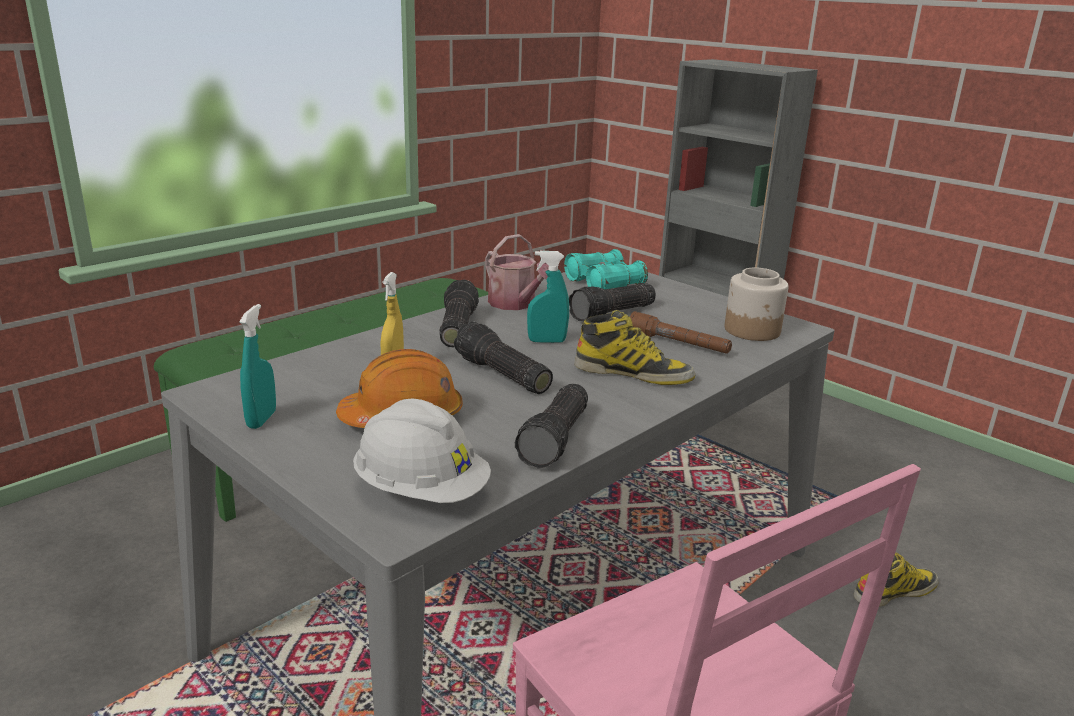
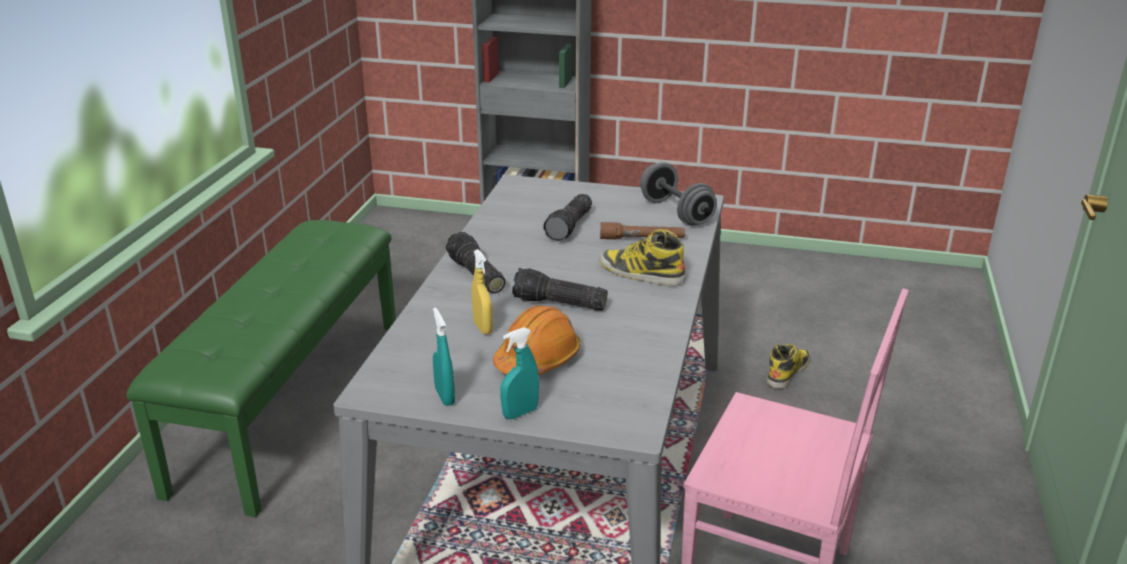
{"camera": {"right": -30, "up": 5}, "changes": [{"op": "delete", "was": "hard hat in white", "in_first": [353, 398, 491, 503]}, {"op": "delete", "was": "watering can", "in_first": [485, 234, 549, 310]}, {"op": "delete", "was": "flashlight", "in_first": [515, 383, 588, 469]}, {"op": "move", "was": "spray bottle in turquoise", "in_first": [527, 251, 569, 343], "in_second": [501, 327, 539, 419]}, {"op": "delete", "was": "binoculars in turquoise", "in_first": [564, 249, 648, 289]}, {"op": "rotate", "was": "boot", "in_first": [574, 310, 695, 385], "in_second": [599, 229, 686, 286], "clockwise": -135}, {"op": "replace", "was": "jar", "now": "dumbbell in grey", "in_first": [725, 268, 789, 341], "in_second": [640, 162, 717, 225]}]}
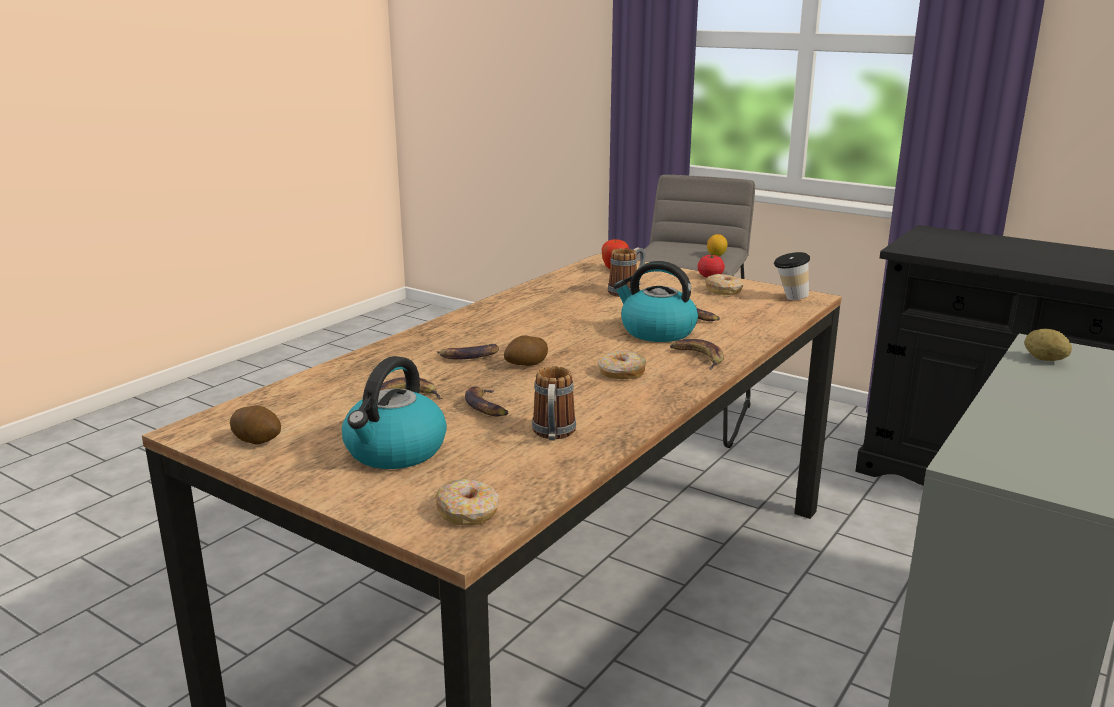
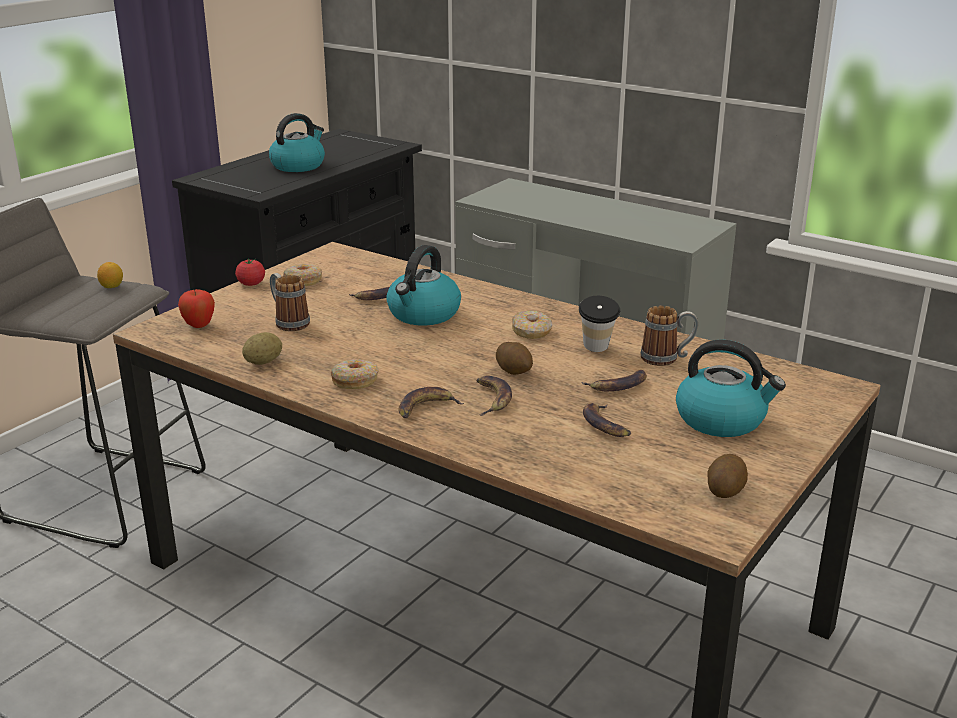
{"camera": {"right": -90, "up": 5}, "changes": [{"op": "move", "was": "donut", "in_first": [435, 479, 499, 525], "in_second": [331, 359, 379, 389]}, {"op": "move", "was": "banana", "in_first": [670, 339, 724, 370], "in_second": [399, 387, 464, 418]}, {"op": "move", "was": "cup", "in_first": [774, 252, 810, 300], "in_second": [579, 296, 620, 352]}, {"op": "move", "was": "potato", "in_first": [1024, 329, 1072, 361], "in_second": [242, 332, 282, 365]}, {"op": "insert", "now": "kettle", "in_second": [269, 113, 325, 172]}]}
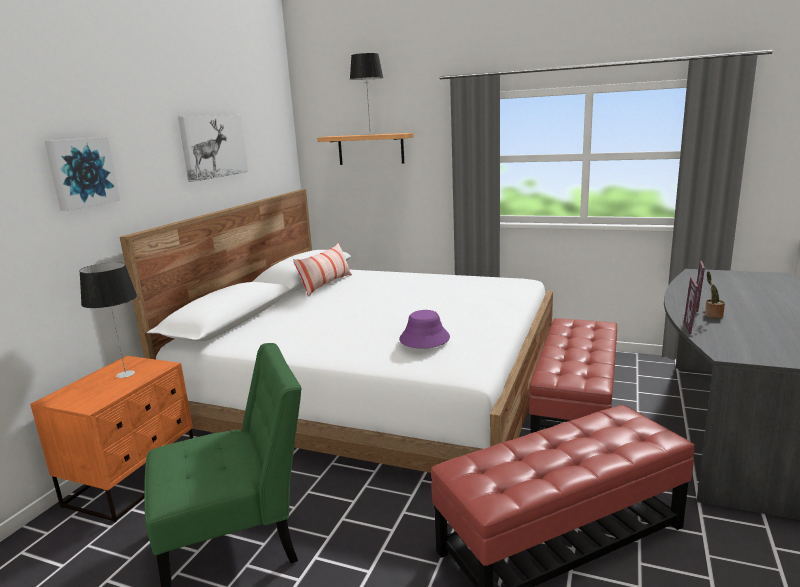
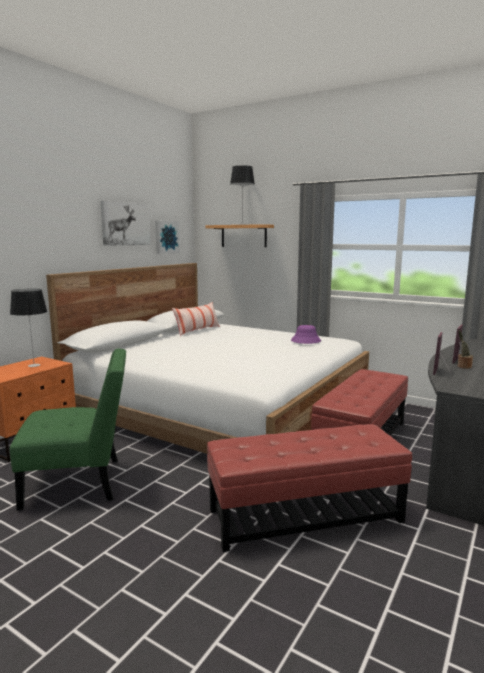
{"camera": {"right": 10, "up": -5}, "changes": [{"op": "move", "was": "picture", "in_first": [44, 137, 120, 211], "in_second": [155, 221, 180, 254]}, {"op": "move", "was": "hat in purple", "in_first": [399, 310, 450, 349], "in_second": [291, 325, 321, 344]}]}
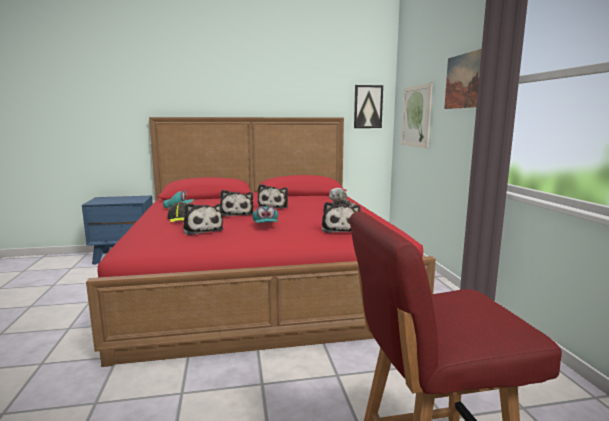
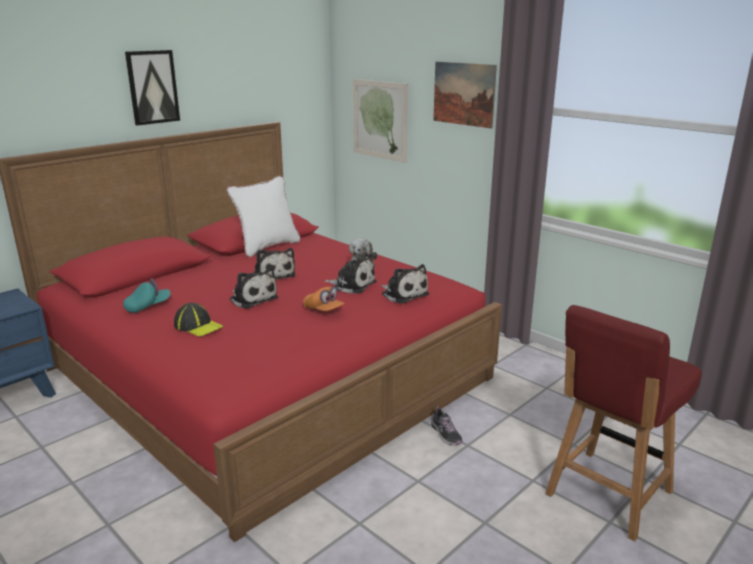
{"camera": {"right": -35, "up": 10}, "changes": [{"op": "move", "was": "plush toy", "in_first": [183, 203, 223, 235], "in_second": [324, 254, 377, 293]}, {"op": "recolor", "was": "cap in turquoise", "now": "cap in orange", "in_first": [252, 206, 278, 223], "in_second": [303, 286, 345, 311]}, {"op": "move", "was": "picture", "in_first": [354, 85, 383, 128], "in_second": [125, 50, 180, 126]}, {"op": "insert", "now": "pillow in white", "in_second": [227, 176, 300, 257]}, {"op": "insert", "now": "shoe", "in_second": [431, 406, 463, 445]}]}
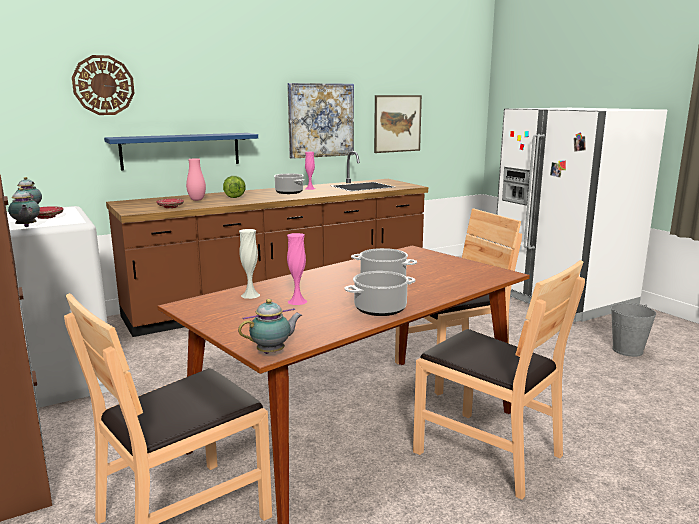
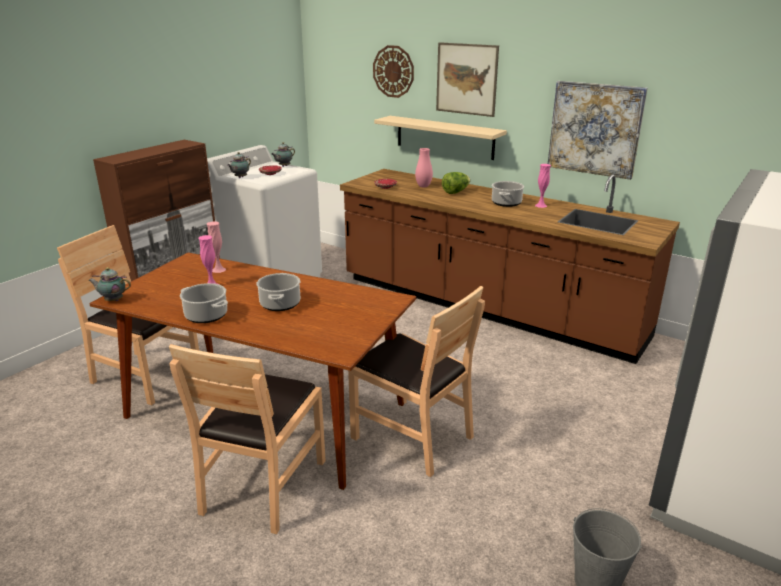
{"camera": {"right": 65, "up": 10}, "changes": [{"op": "recolor", "was": "shelf in blue", "now": "shelf in beige", "in_first": [104, 133, 258, 170], "in_second": [374, 116, 507, 160]}, {"op": "rotate", "was": "teapot", "in_first": [238, 299, 302, 354], "in_second": [88, 267, 131, 301], "clockwise": 150}, {"op": "recolor", "was": "vase in white", "now": "vase in pink", "in_first": [239, 229, 260, 299], "in_second": [207, 221, 226, 273]}, {"op": "move", "was": "picture", "in_first": [374, 95, 422, 153], "in_second": [436, 42, 499, 117]}]}
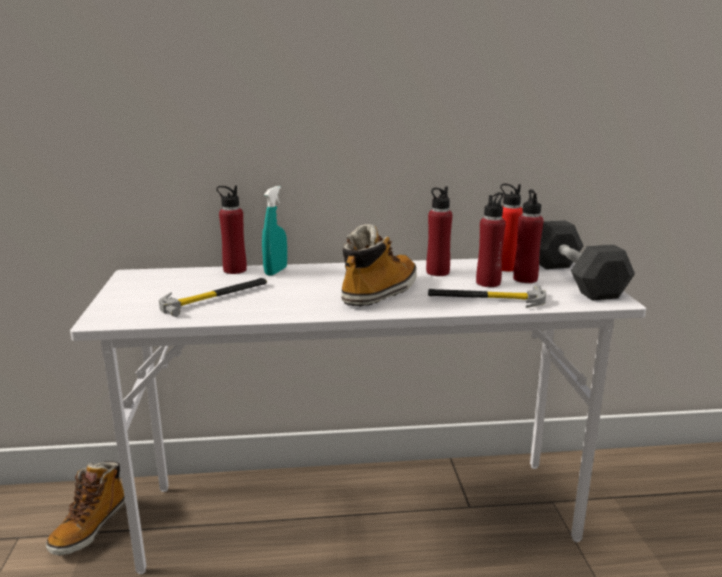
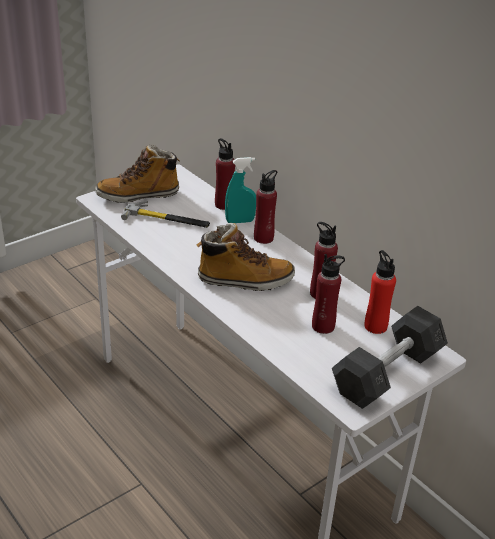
{"camera": {"right": 55, "up": 15}, "changes": [{"op": "move", "was": "boot", "in_first": [46, 461, 125, 556], "in_second": [95, 144, 181, 203]}, {"op": "delete", "was": "hammer", "in_first": [428, 285, 546, 308]}, {"op": "move", "was": "bottle in red", "in_first": [513, 189, 544, 283], "in_second": [254, 170, 277, 244]}]}
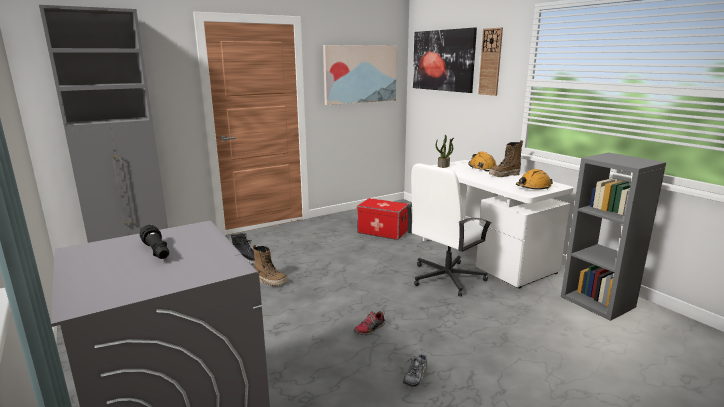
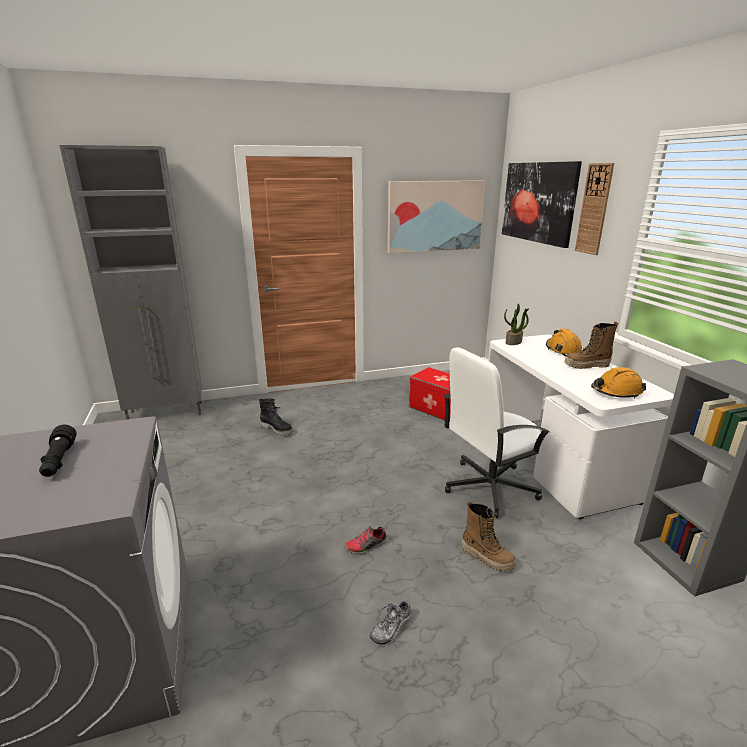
{"camera": {"right": 15, "up": 5}, "changes": [{"op": "move", "was": "boot", "in_first": [253, 245, 287, 286], "in_second": [462, 501, 516, 572]}]}
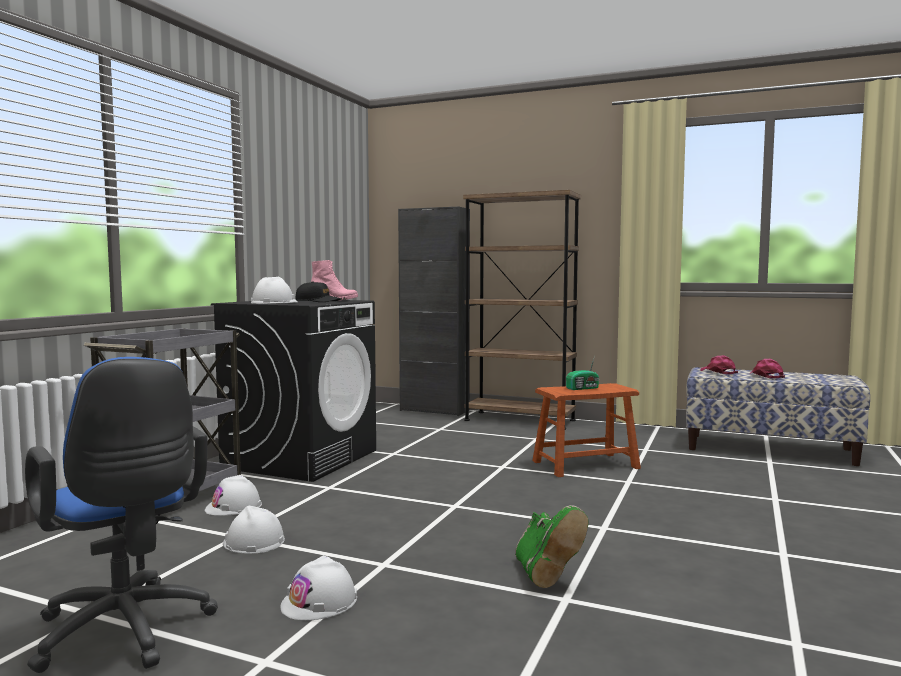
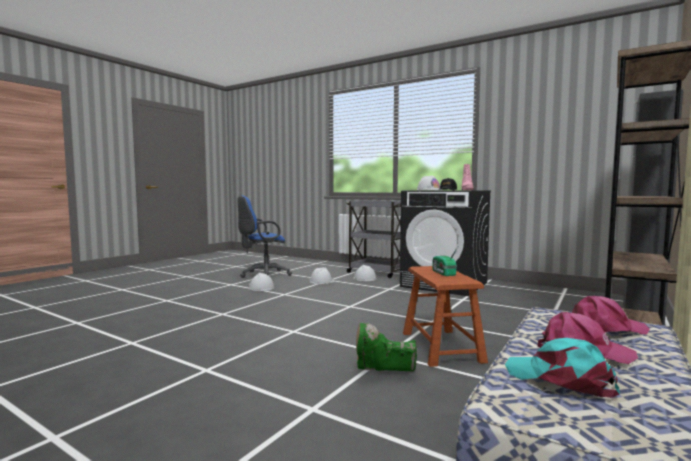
{"camera": {"right": 100, "up": 0}, "changes": [{"op": "move", "was": "boot in green", "in_first": [515, 505, 588, 588], "in_second": [356, 323, 417, 372]}, {"op": "insert", "now": "cap in turquoise", "in_second": [505, 338, 620, 398]}]}
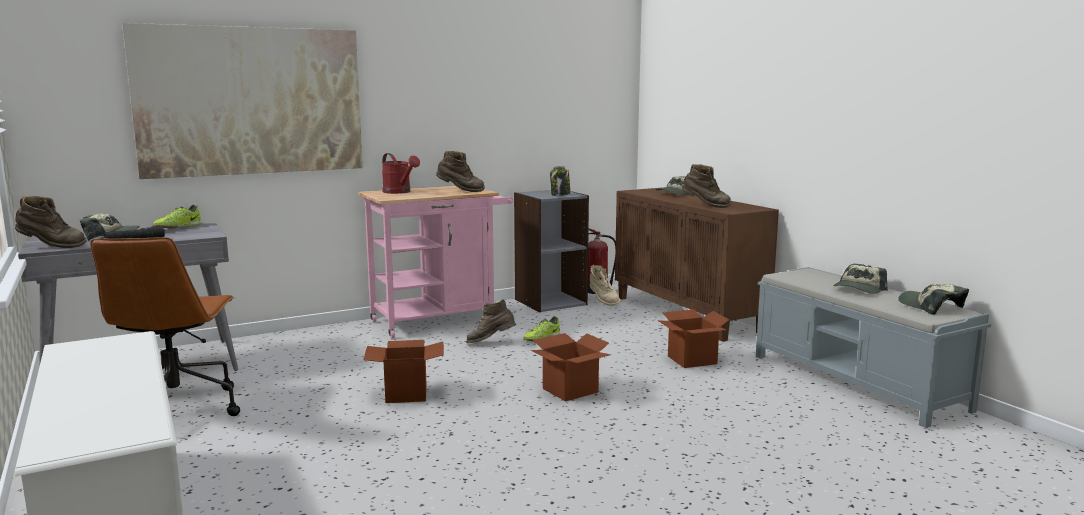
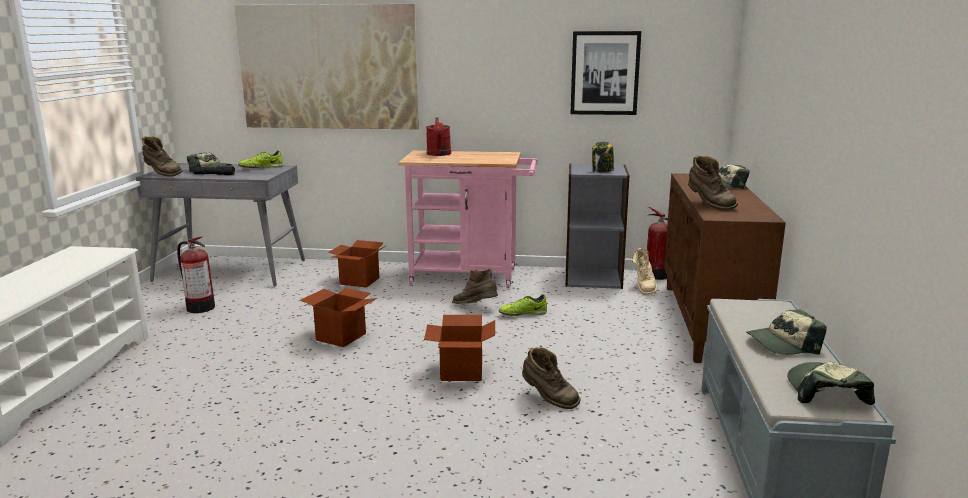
{"camera": {"right": 35, "up": 5}, "changes": [{"op": "replace", "was": "office chair in brown", "now": "fire extinguisher", "in_first": [90, 237, 240, 416], "in_second": [177, 236, 215, 313]}, {"op": "move", "was": "boot in brown", "in_first": [436, 151, 485, 192], "in_second": [522, 347, 580, 409]}, {"op": "move", "was": "cardboard box", "in_first": [657, 309, 730, 368], "in_second": [328, 240, 385, 288]}, {"op": "insert", "now": "picture", "in_second": [570, 31, 641, 115]}]}
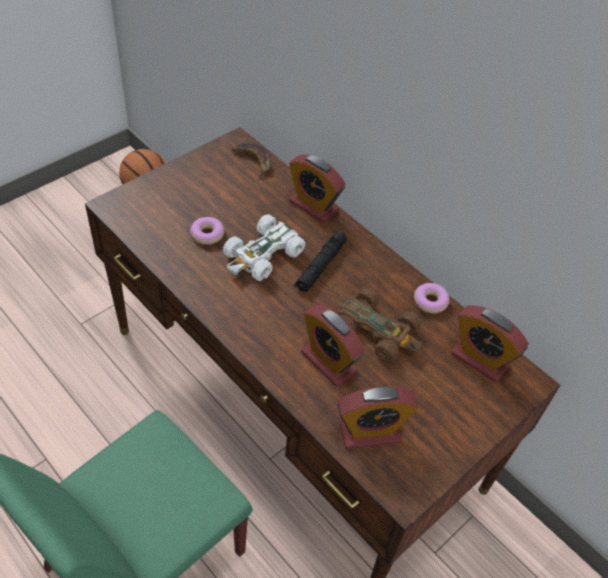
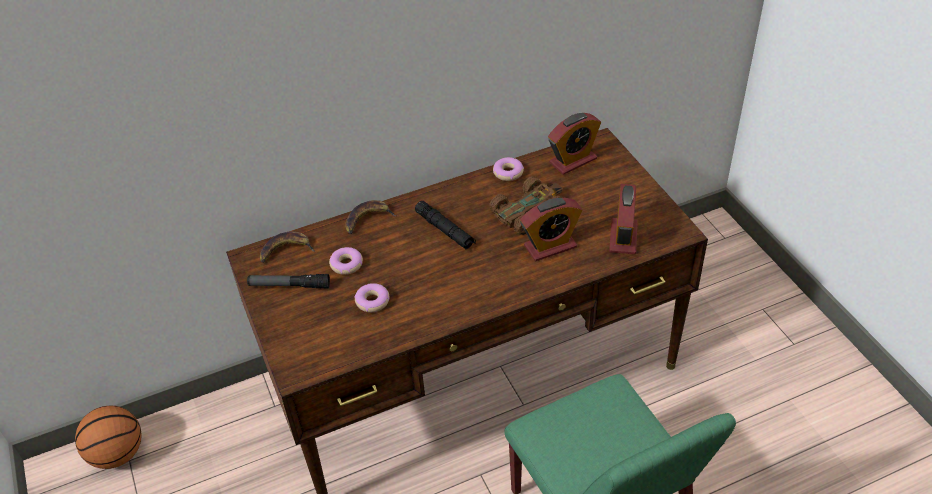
{"camera": {"right": -65, "up": -5}, "changes": [{"op": "delete", "was": "toy car in white", "in_first": [223, 215, 305, 281]}, {"op": "replace", "was": "alarm clock", "now": "banana", "in_first": [289, 155, 346, 223], "in_second": [345, 200, 397, 234]}, {"op": "insert", "now": "flashlight", "in_second": [247, 274, 330, 288]}, {"op": "insert", "now": "donut", "in_second": [329, 247, 363, 275]}]}
